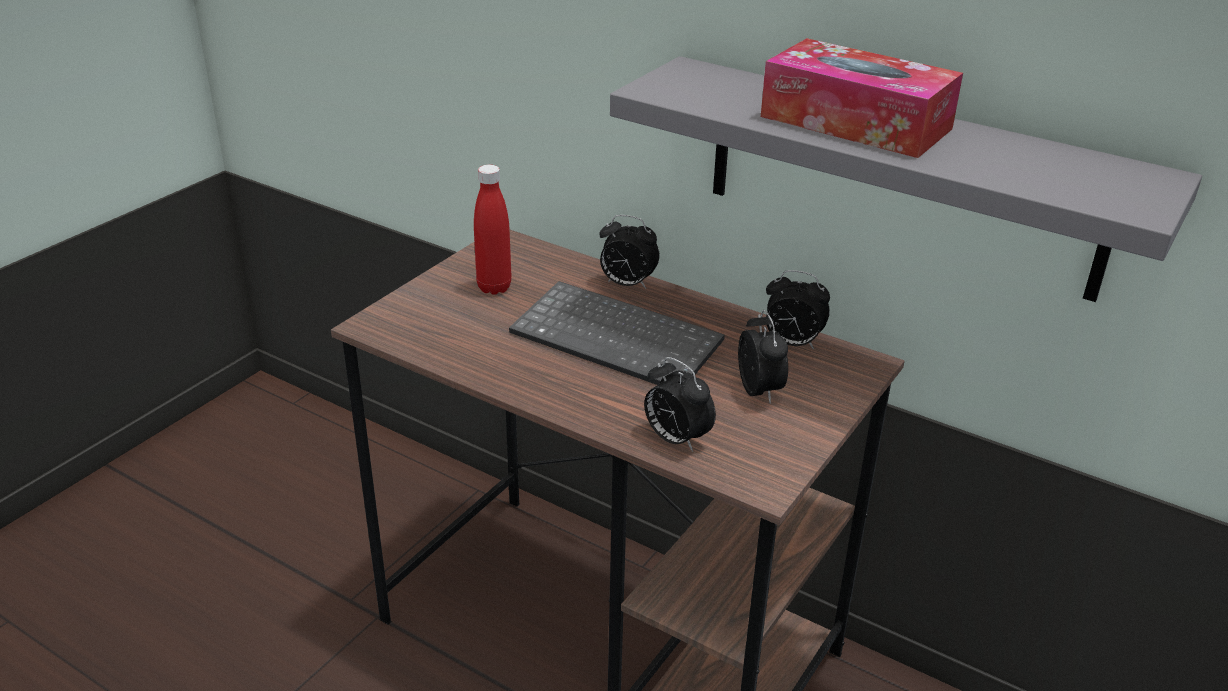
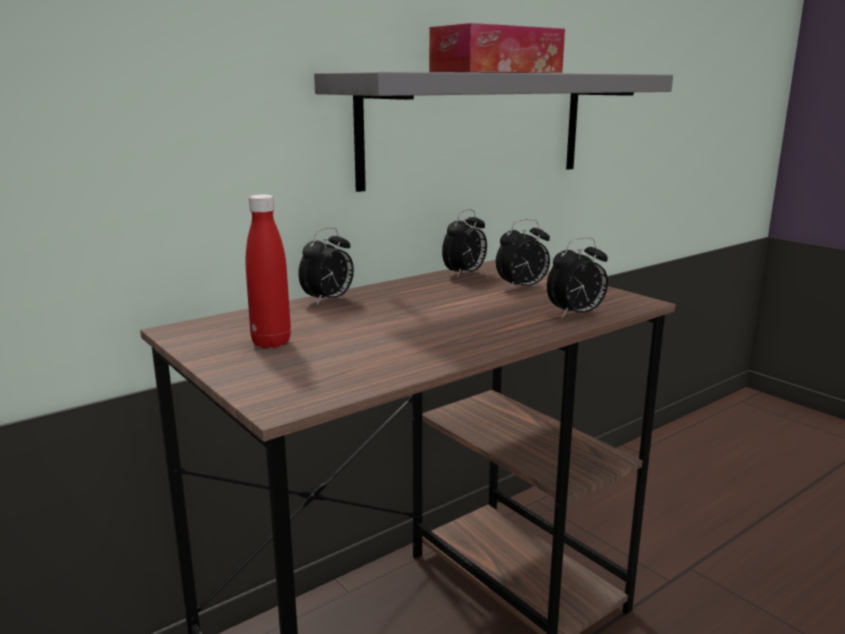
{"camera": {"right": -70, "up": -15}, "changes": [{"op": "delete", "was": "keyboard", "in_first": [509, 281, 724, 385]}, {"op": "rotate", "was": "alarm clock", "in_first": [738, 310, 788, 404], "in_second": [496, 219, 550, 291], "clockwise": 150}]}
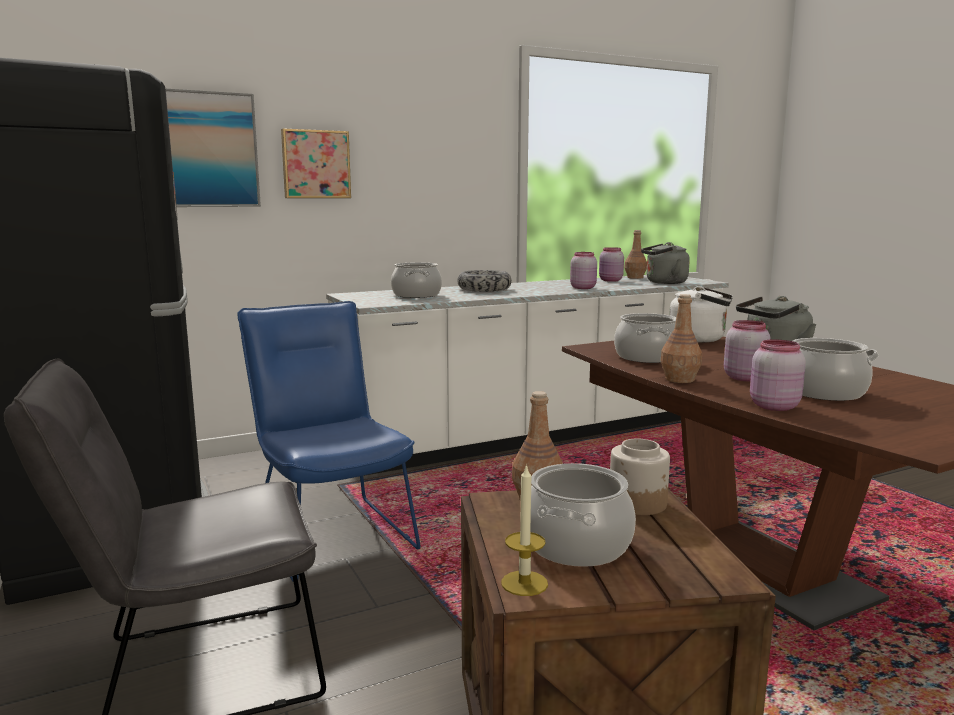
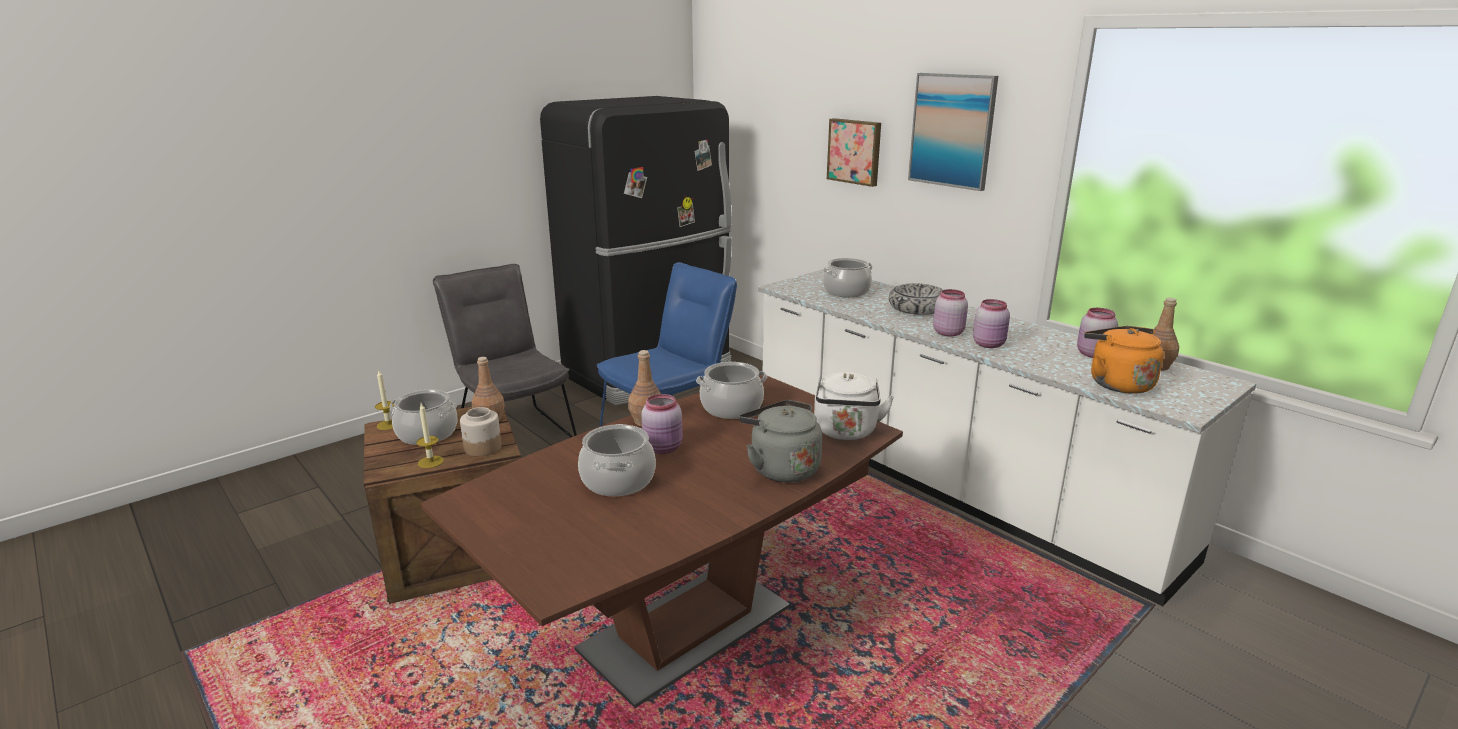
{"camera": {"right": 75, "up": 10}, "changes": [{"op": "move", "was": "picture", "in_first": [165, 88, 261, 207], "in_second": [908, 73, 998, 191]}, {"op": "recolor", "was": "kettle in grey", "now": "kettle in orange", "in_first": [641, 242, 690, 284], "in_second": [1084, 326, 1164, 394]}, {"op": "move", "was": "jar in pink", "in_first": [750, 339, 806, 411], "in_second": [933, 289, 968, 336]}, {"op": "insert", "now": "candle", "in_second": [416, 403, 444, 468]}]}
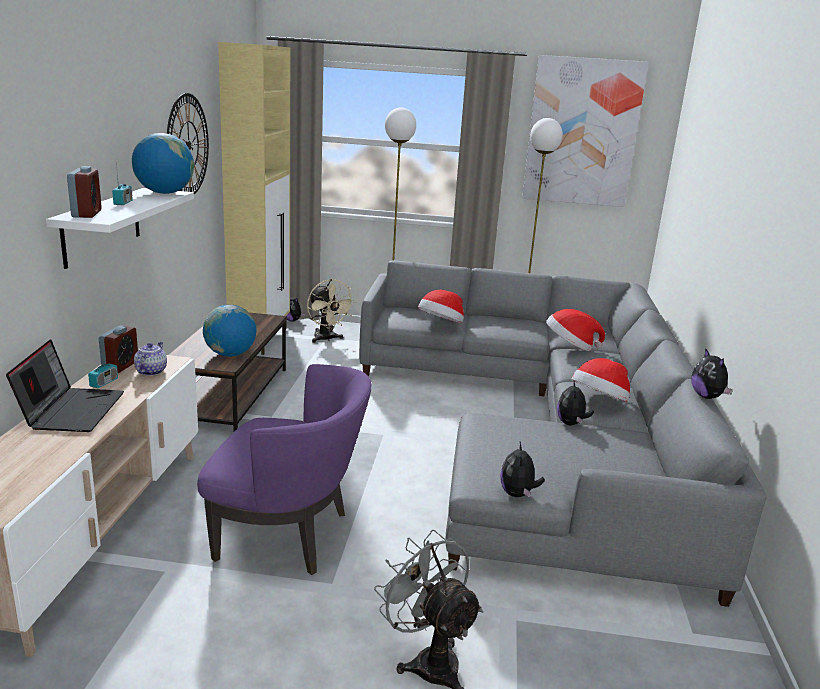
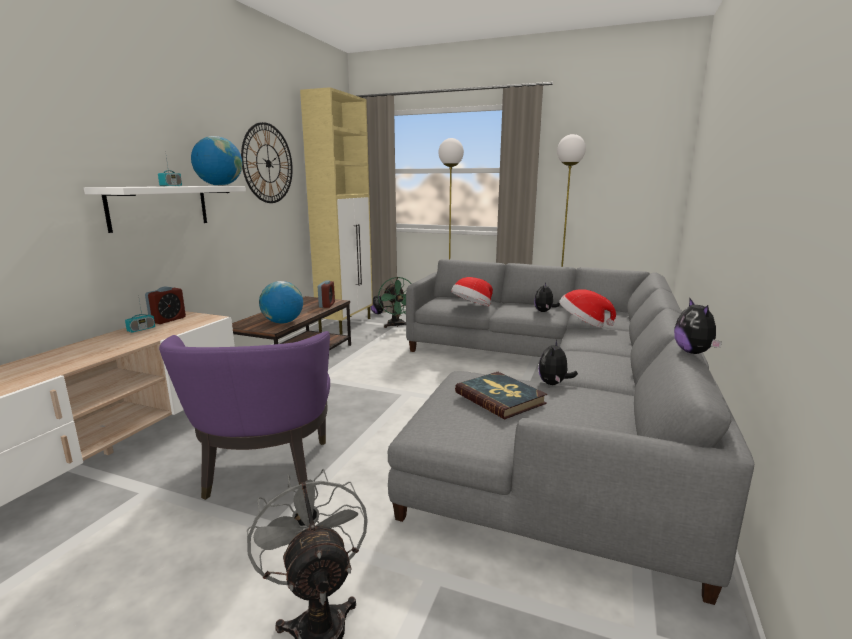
{"camera": {"right": 15, "up": -5}, "changes": [{"op": "delete", "was": "laptop", "in_first": [6, 339, 124, 432]}, {"op": "move", "was": "alarm clock", "in_first": [67, 166, 102, 218], "in_second": [318, 280, 335, 308]}, {"op": "delete", "was": "teapot", "in_first": [134, 342, 167, 376]}, {"op": "rotate", "was": "armchair in purple", "in_first": [197, 364, 372, 575], "in_second": [159, 331, 330, 500], "clockwise": 60}, {"op": "recolor", "was": "fan in beige", "now": "fan in green", "in_first": [307, 279, 355, 343], "in_second": [378, 277, 412, 328]}, {"op": "move", "was": "plush toy", "in_first": [500, 442, 545, 497], "in_second": [534, 282, 560, 312]}, {"op": "delete", "was": "picture", "in_first": [522, 55, 649, 207]}, {"op": "delete", "was": "hat", "in_first": [572, 358, 630, 402]}, {"op": "insert", "now": "book", "in_second": [455, 372, 547, 419]}]}
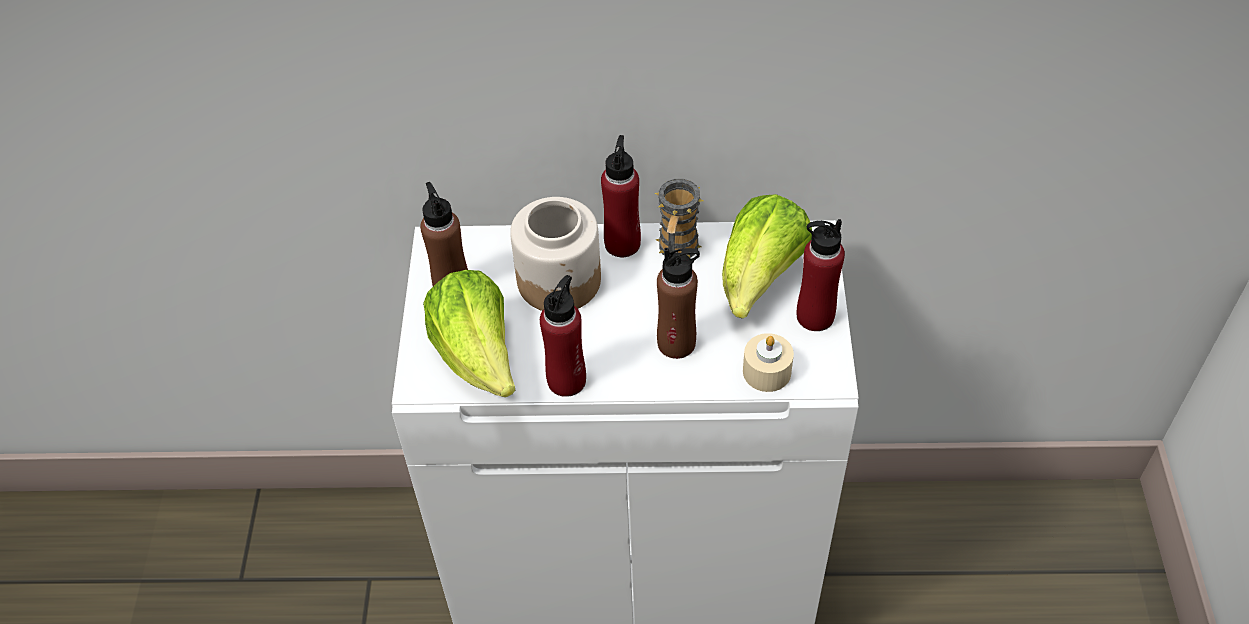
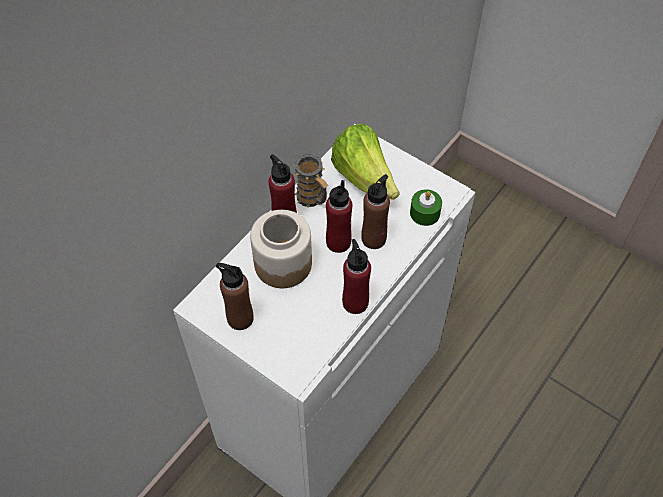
{"camera": {"right": -55, "up": 5}, "changes": [{"op": "delete", "was": "lettuce", "in_first": [423, 270, 515, 397]}, {"op": "recolor", "was": "candle in beige", "now": "candle in green", "in_first": [743, 333, 794, 392], "in_second": [410, 189, 442, 226]}, {"op": "move", "was": "bottle in red", "in_first": [797, 219, 845, 331], "in_second": [326, 180, 352, 253]}]}
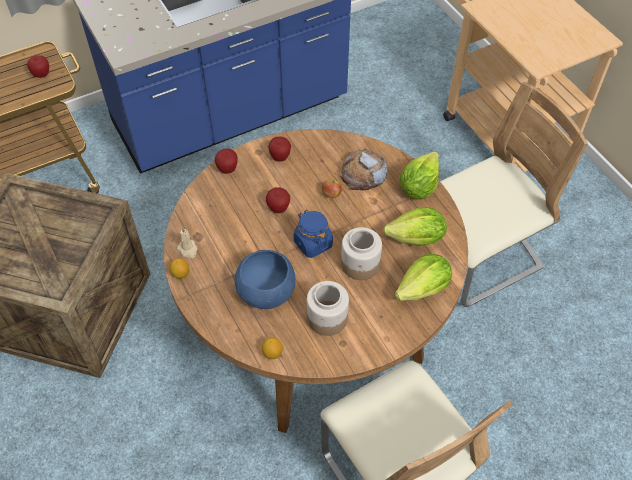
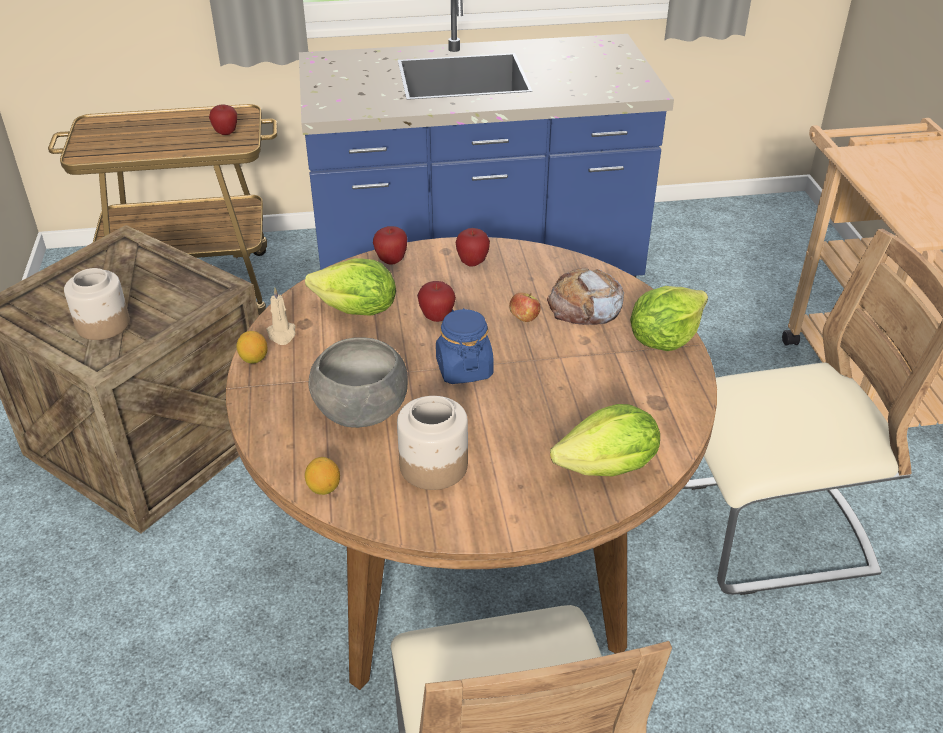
{"camera": {"right": 20, "up": -15}, "changes": [{"op": "recolor", "was": "bowl in blue", "now": "bowl in grey", "in_first": [235, 250, 296, 309], "in_second": [308, 337, 408, 428]}, {"op": "move", "was": "jar", "in_first": [341, 227, 382, 280], "in_second": [64, 268, 130, 340]}, {"op": "move", "was": "lettuce", "in_first": [383, 207, 447, 246], "in_second": [305, 258, 396, 316]}]}
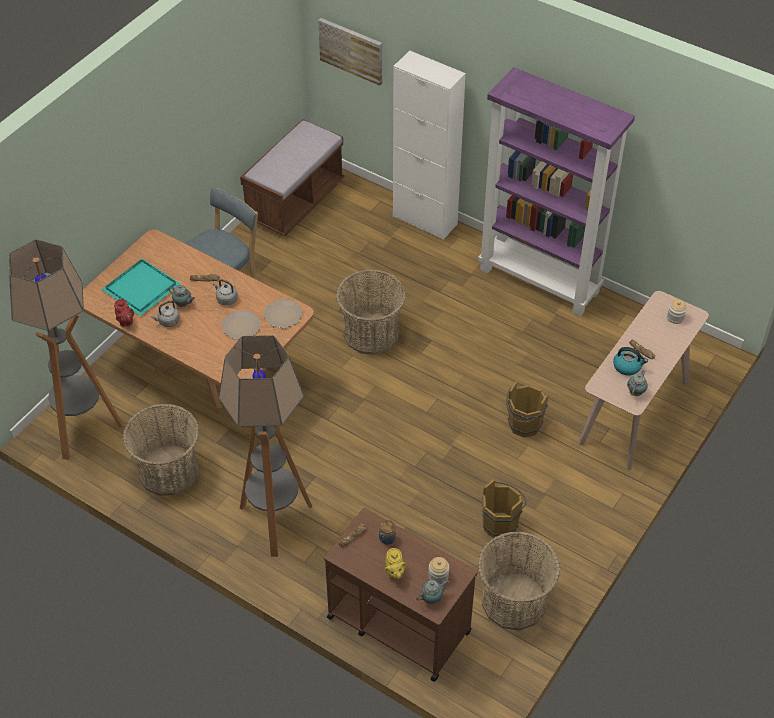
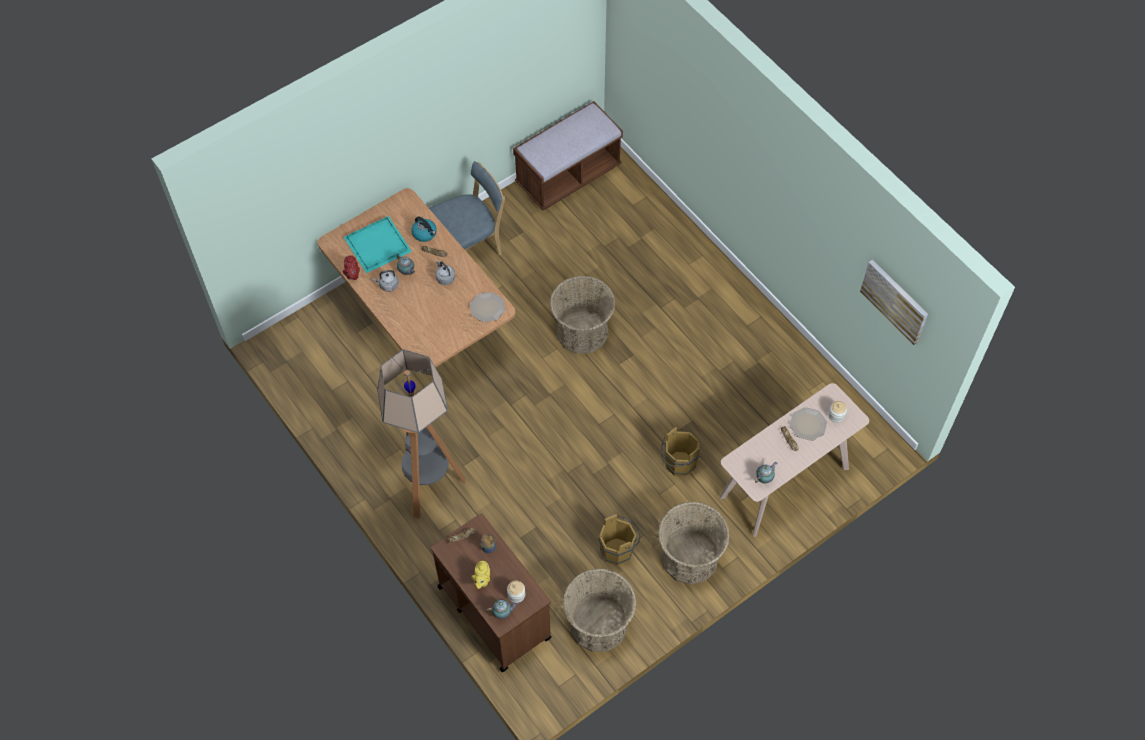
{"camera": {"right": 20, "up": 10}, "changes": [{"op": "delete", "was": "floor lamp", "in_first": [9, 239, 123, 460]}, {"op": "move", "was": "basket", "in_first": [123, 404, 199, 496], "in_second": [658, 502, 730, 585]}, {"op": "move", "was": "plate", "in_first": [222, 311, 260, 339], "in_second": [790, 407, 827, 441]}, {"op": "move", "was": "picture", "in_first": [318, 18, 382, 86], "in_second": [860, 260, 928, 345]}, {"op": "delete", "was": "cabinet in white", "in_first": [393, 51, 466, 240]}, {"op": "delete", "was": "bookcase in purple", "in_first": [478, 67, 635, 316]}, {"op": "move", "was": "kettle", "in_first": [613, 347, 648, 376], "in_second": [411, 216, 437, 242]}]}
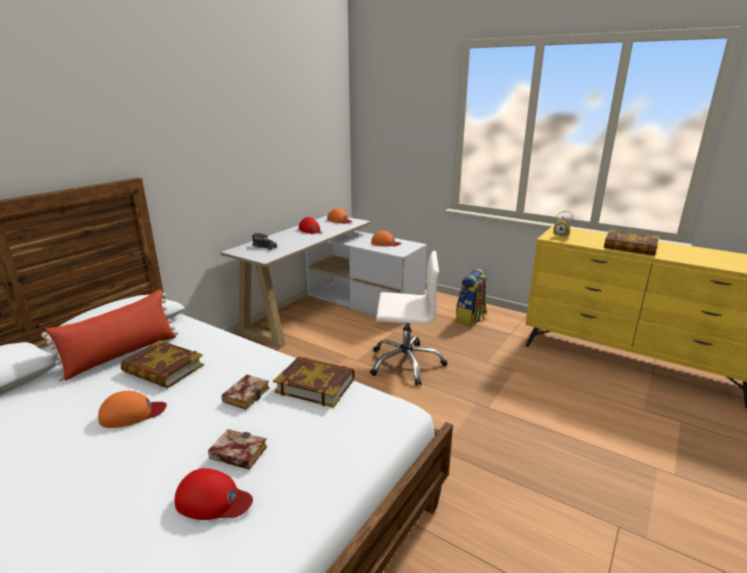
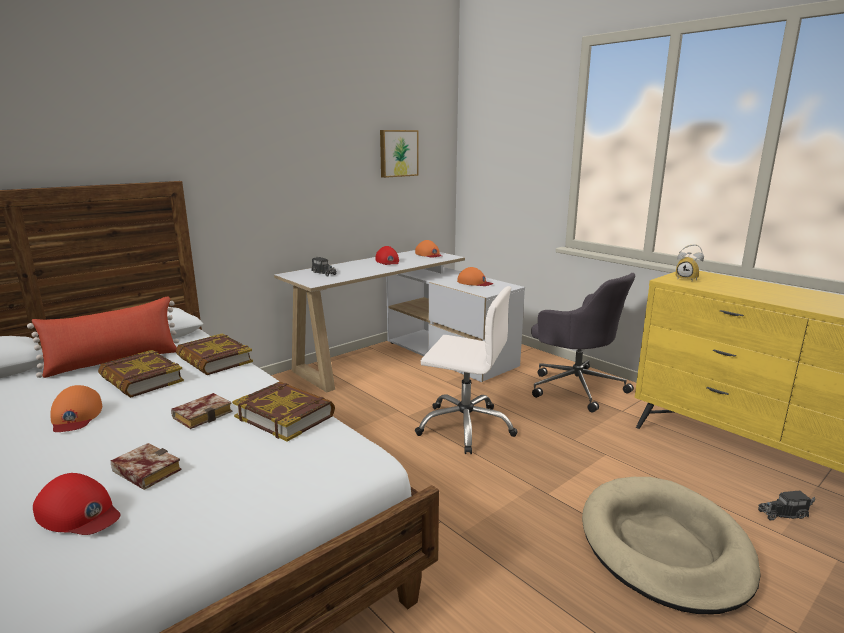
{"camera": {"right": 15, "up": -5}, "changes": [{"op": "rotate", "was": "cap in orange", "in_first": [98, 391, 167, 428], "in_second": [50, 385, 102, 432], "clockwise": 75}, {"op": "replace", "was": "backpack", "now": "office chair in grey", "in_first": [456, 268, 487, 326], "in_second": [531, 273, 635, 412]}, {"op": "move", "was": "book", "in_first": [604, 230, 659, 255], "in_second": [176, 333, 253, 375]}, {"op": "insert", "now": "picture", "in_second": [380, 130, 419, 178]}, {"op": "insert", "now": "dog bed in beige", "in_second": [582, 477, 760, 614]}, {"op": "insert", "now": "toy truck", "in_second": [758, 491, 815, 520]}]}
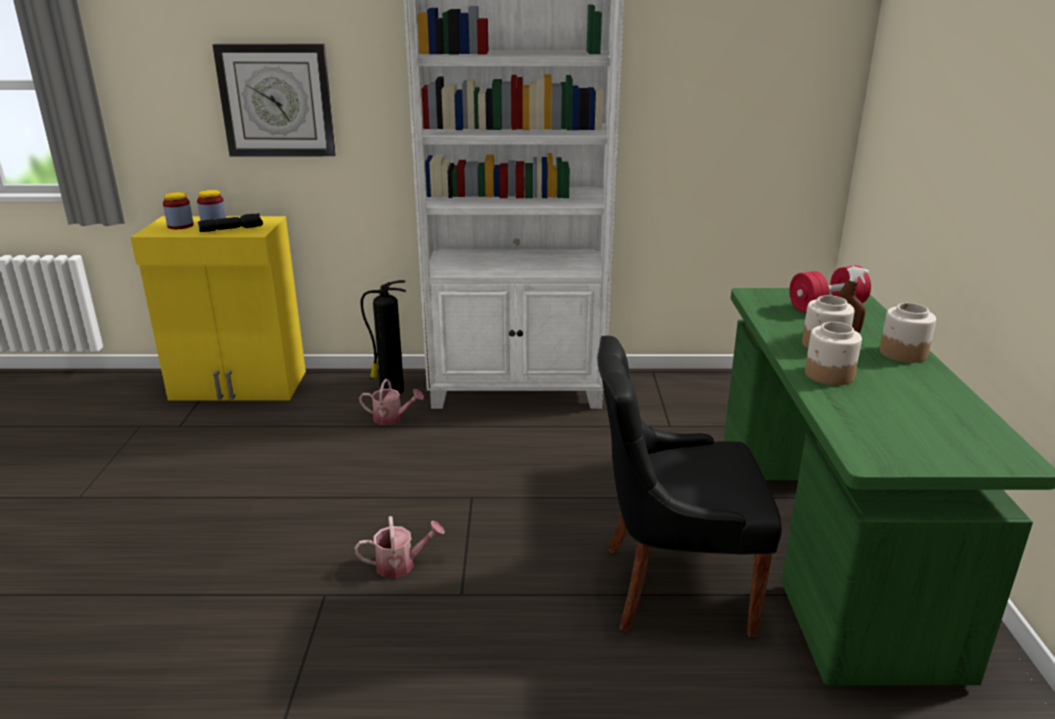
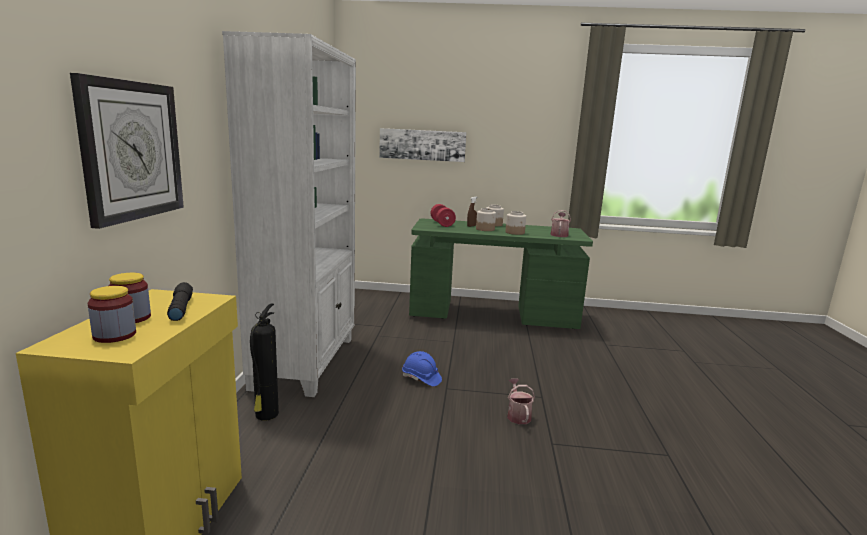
{"camera": {"right": -85, "up": -10}, "changes": [{"op": "move", "was": "watering can", "in_first": [359, 379, 424, 425], "in_second": [551, 210, 571, 237]}, {"op": "delete", "was": "chair in black", "in_first": [597, 335, 782, 637]}, {"op": "insert", "now": "picture", "in_second": [379, 128, 467, 162]}, {"op": "insert", "now": "hard hat in blue", "in_second": [402, 351, 442, 386]}]}
